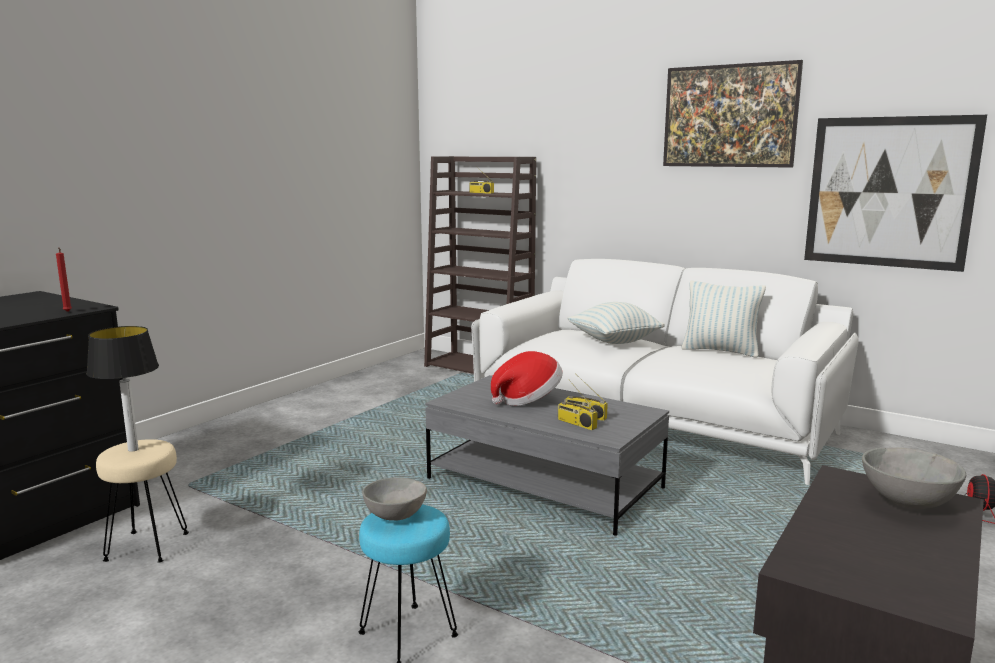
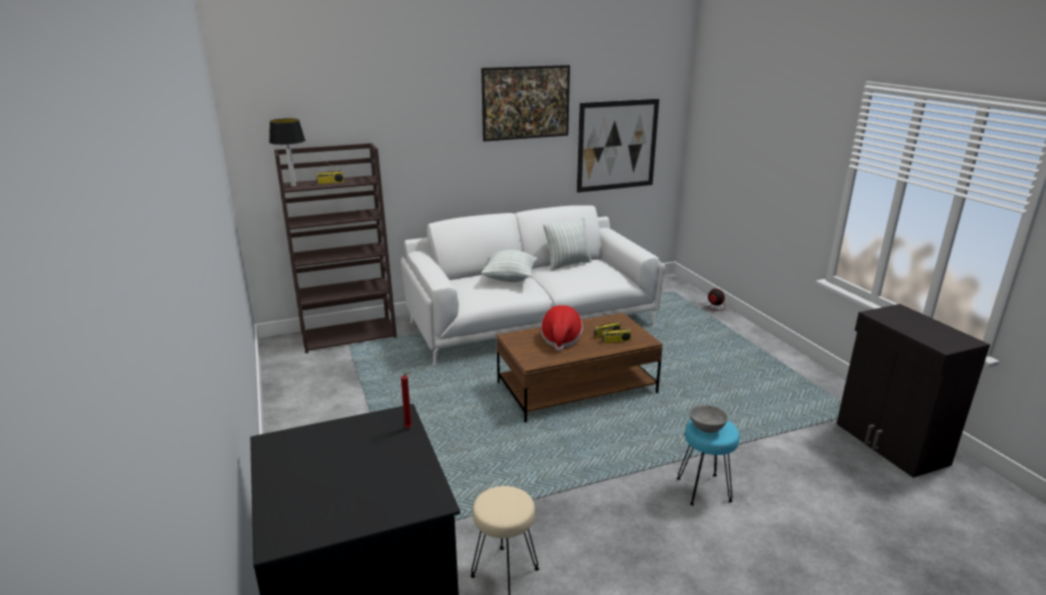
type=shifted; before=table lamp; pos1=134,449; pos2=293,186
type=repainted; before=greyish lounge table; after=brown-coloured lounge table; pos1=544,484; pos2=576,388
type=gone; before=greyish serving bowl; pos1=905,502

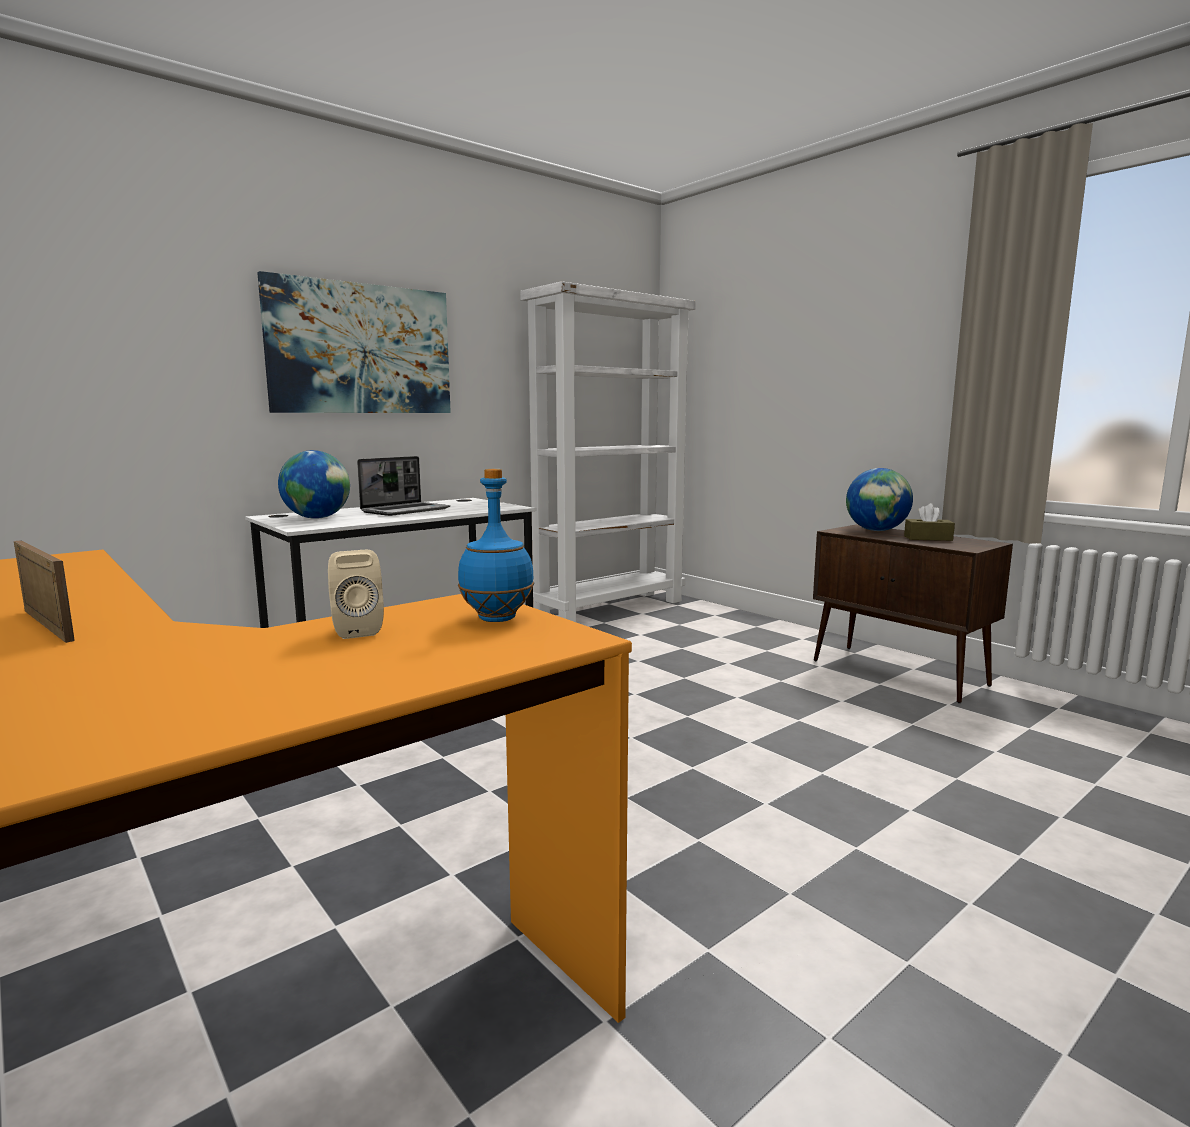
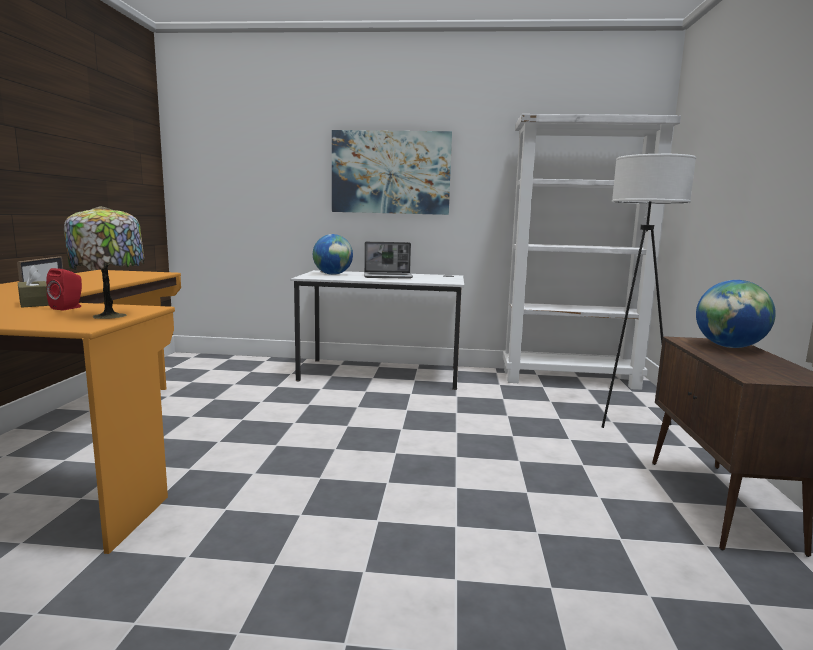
type=shifted; before=brown-coloured box of tissues; pos1=928,538; pos2=34,303
type=repainted; before=beige audio speaker; after=red-coloured audio speaker; pos1=356,630; pos2=69,308
type=swapped; before=bluish bottle; after=table lamp; pos1=498,619; pos2=112,315
type=new; after=white-coloured standard lamp; pos2=625,418

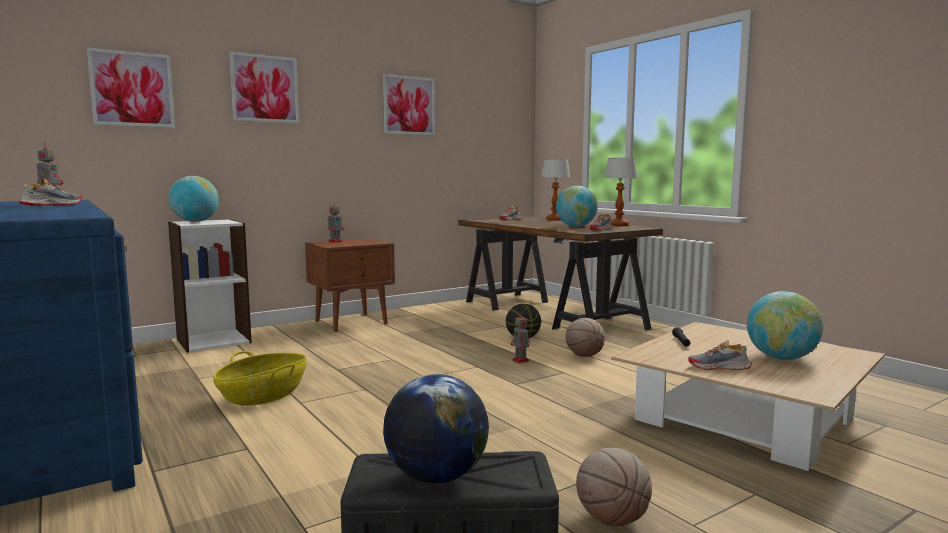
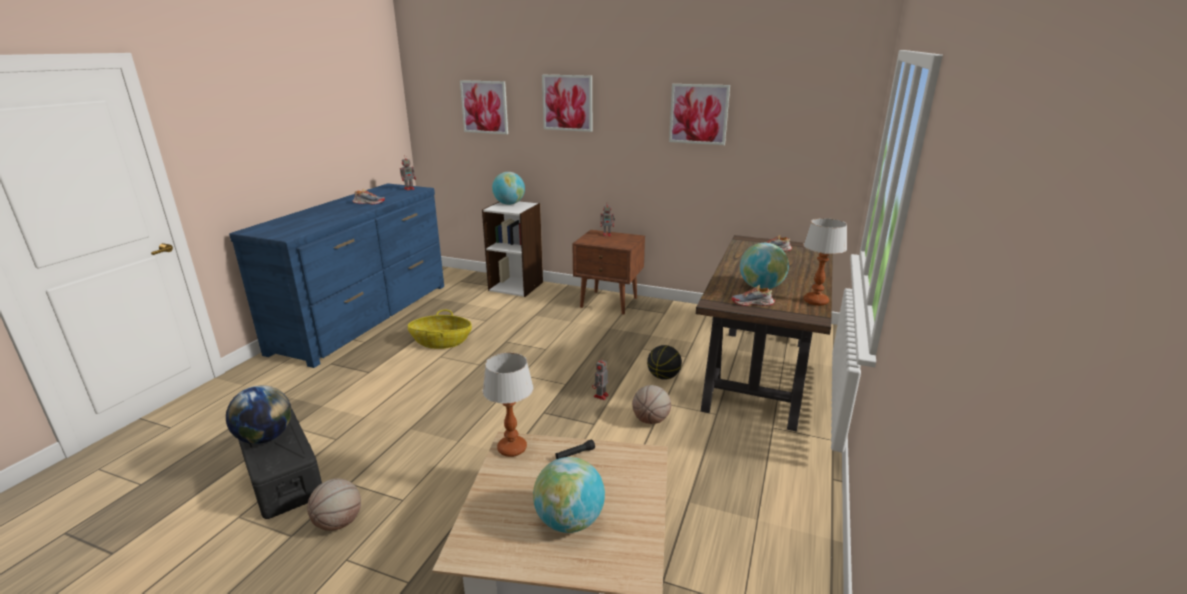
type=shifted; before=table lamp; pos1=554,220; pos2=511,448
type=gone; before=item of footwear; pos1=719,367

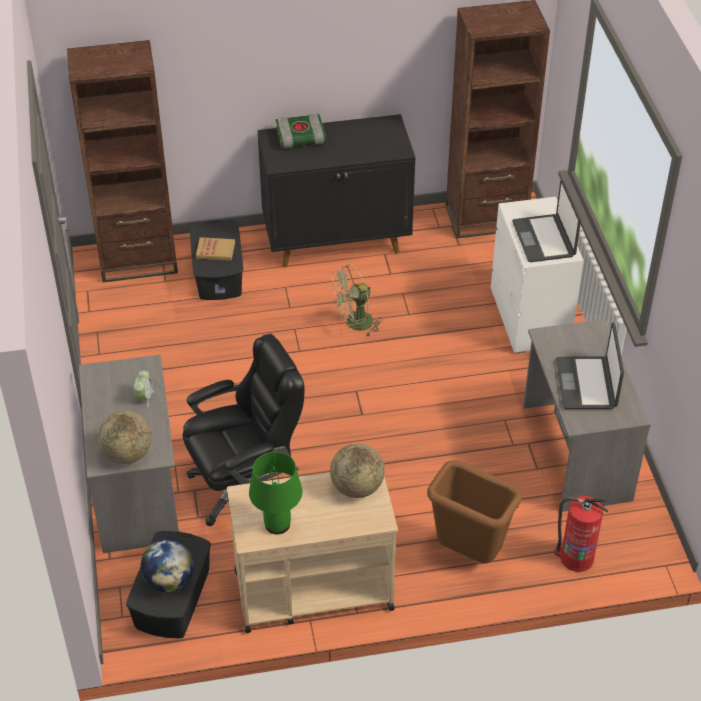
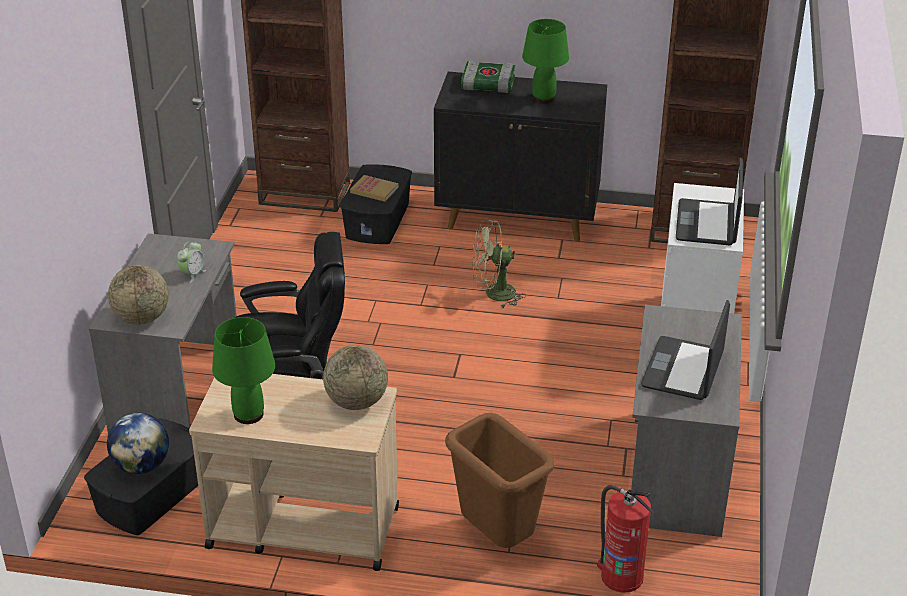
type=new; after=green table lamp; pos2=544,98

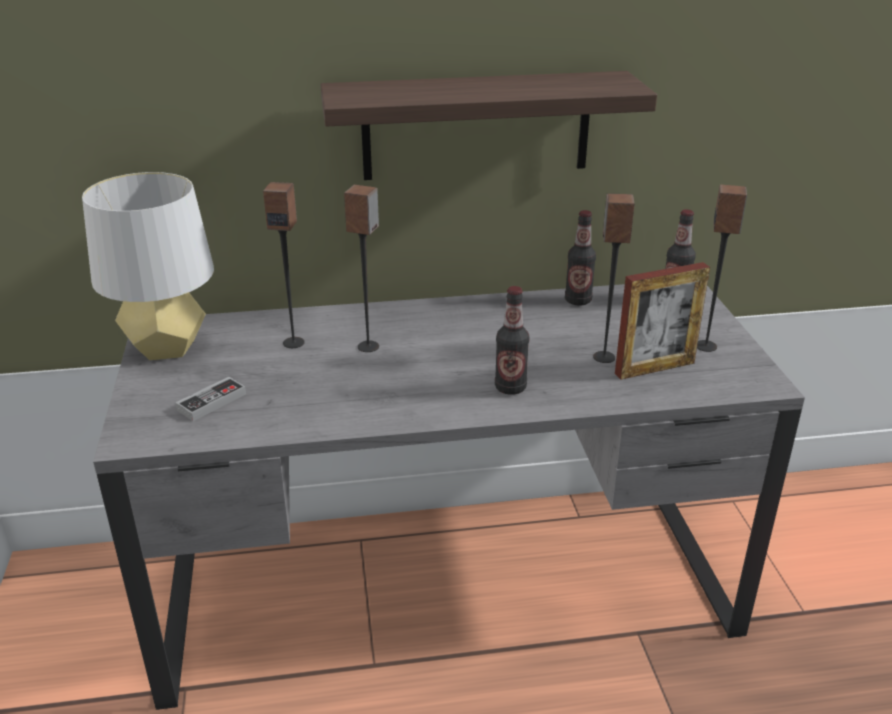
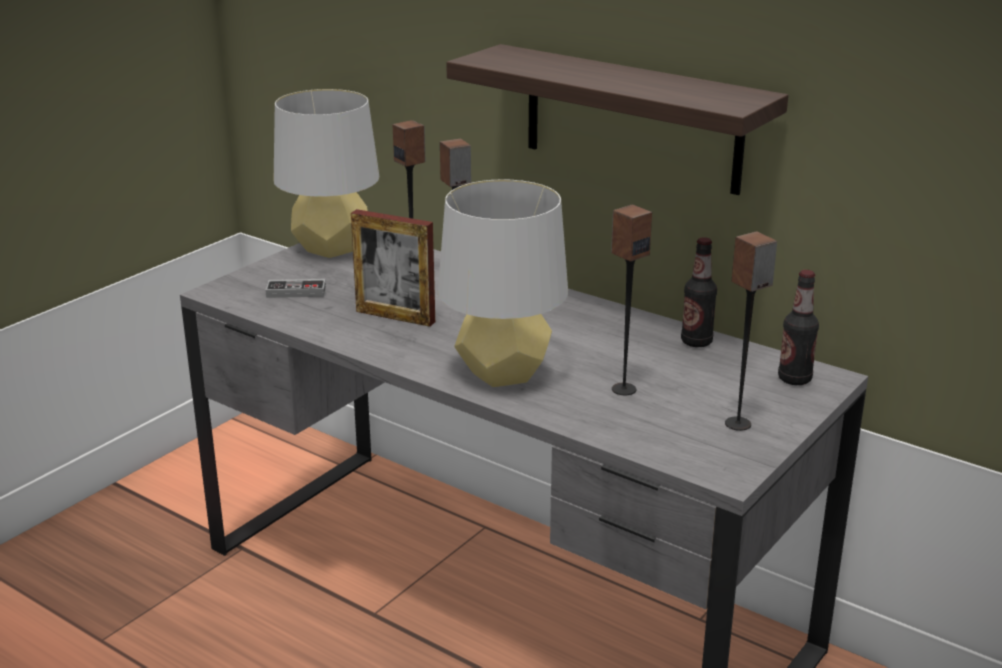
type=shifted; before=standing frame; pos1=654,368; pos2=395,316
type=swapped; before=bottle; after=greyish table lamp; pos1=510,388; pos2=502,374

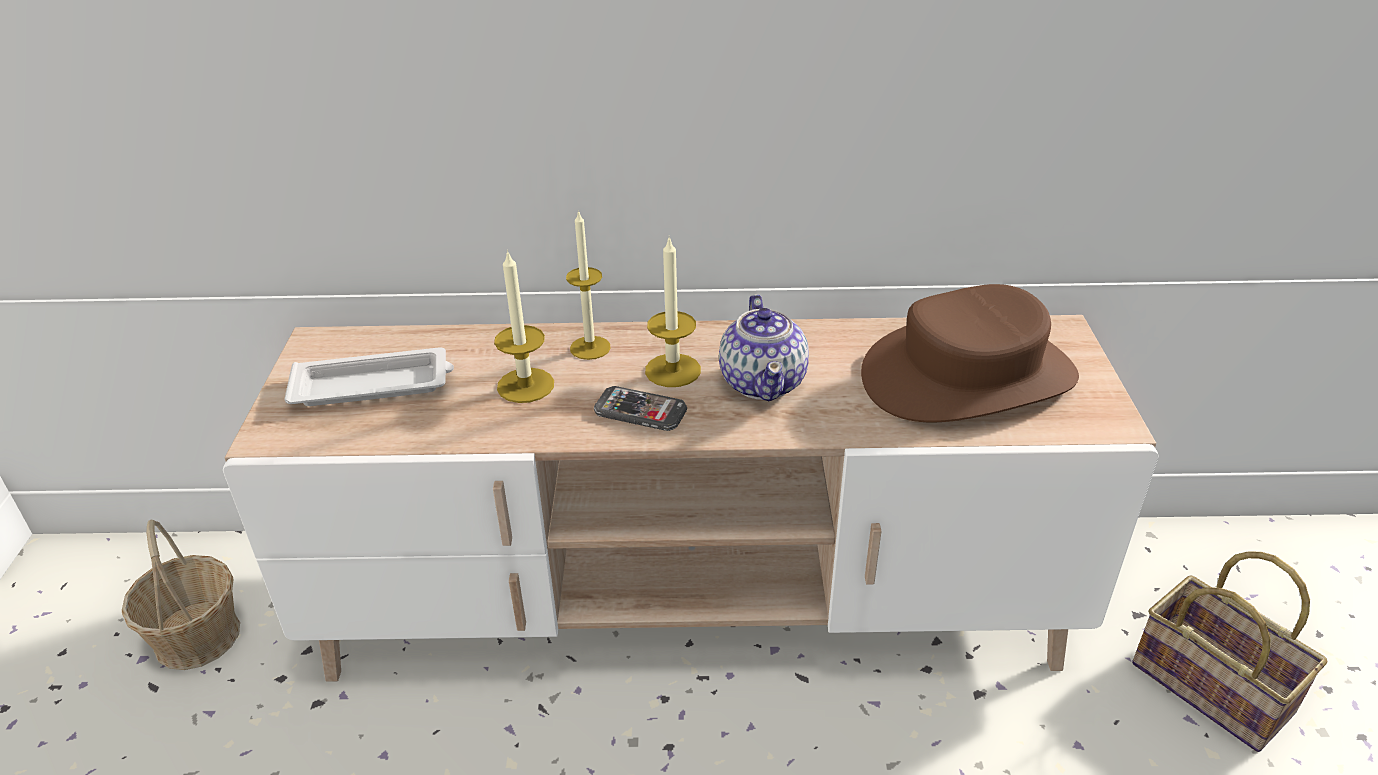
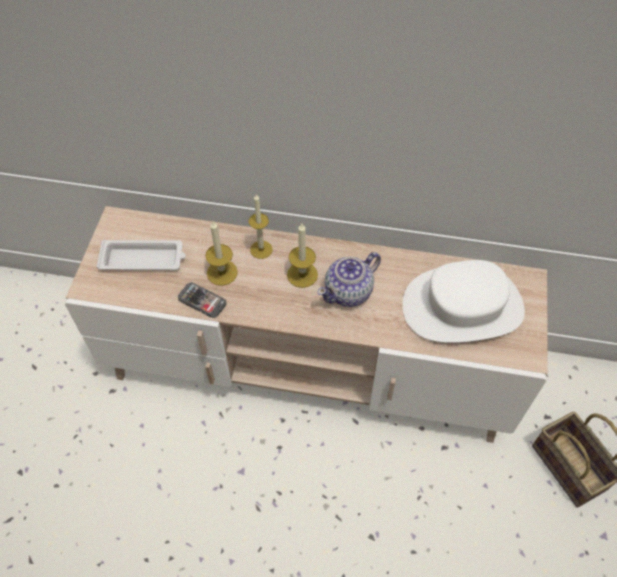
type=shifted; before=phone; pos1=640,411; pos2=202,301
type=rotated; before=tea pot; pos1=763,382; pos2=349,292; turn=45
type=repainted; before=brown-coloured hat; after=white-coloured hat; pos1=968,376; pos2=462,307
type=gone; before=storage basket; pos1=198,636

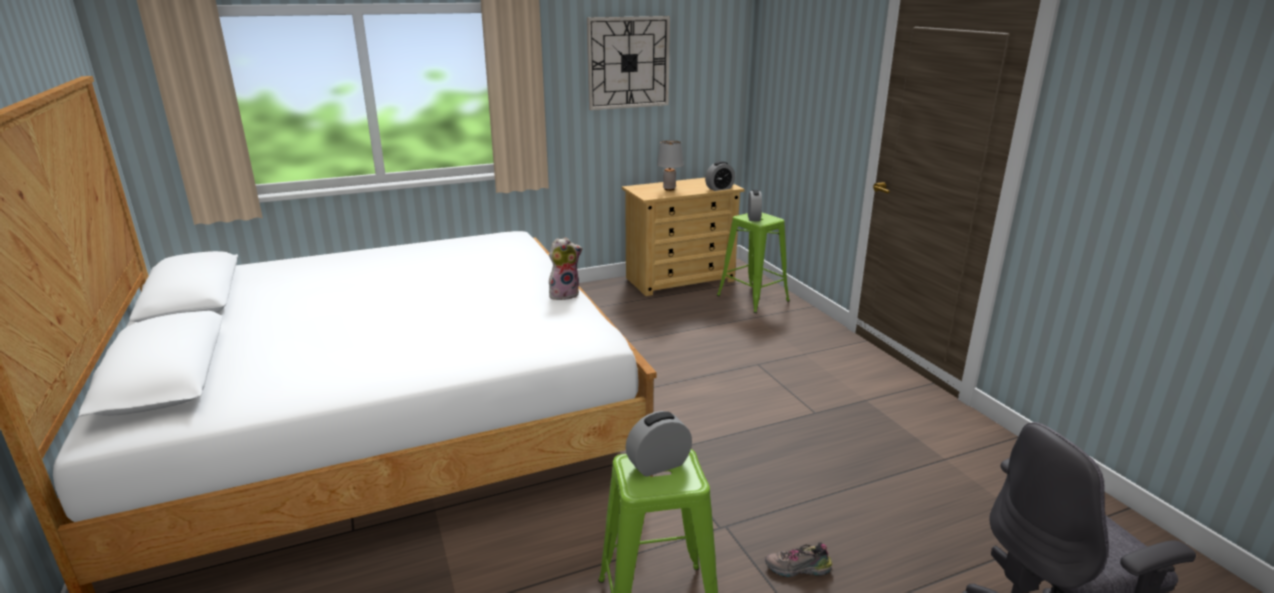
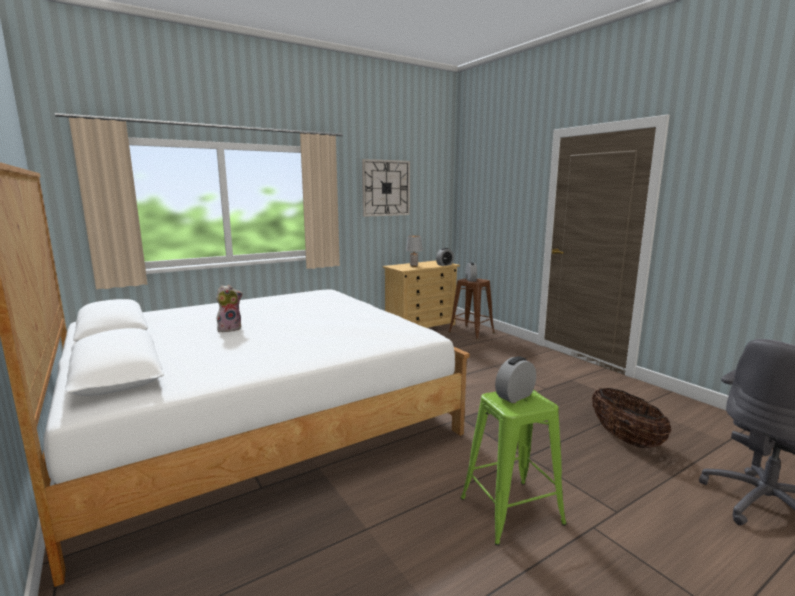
type=shifted; before=cuddly toy; pos1=564,294; pos2=230,329
type=repainted; before=green sitting stool; after=brown-coloured sitting stool; pos1=752,298; pos2=471,332
type=new; after=storage basket; pos2=625,438
type=gone; before=item of footwear; pos1=797,569

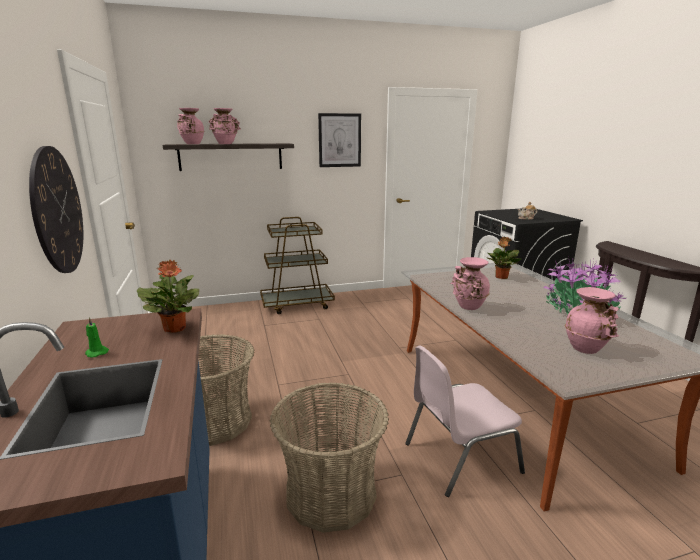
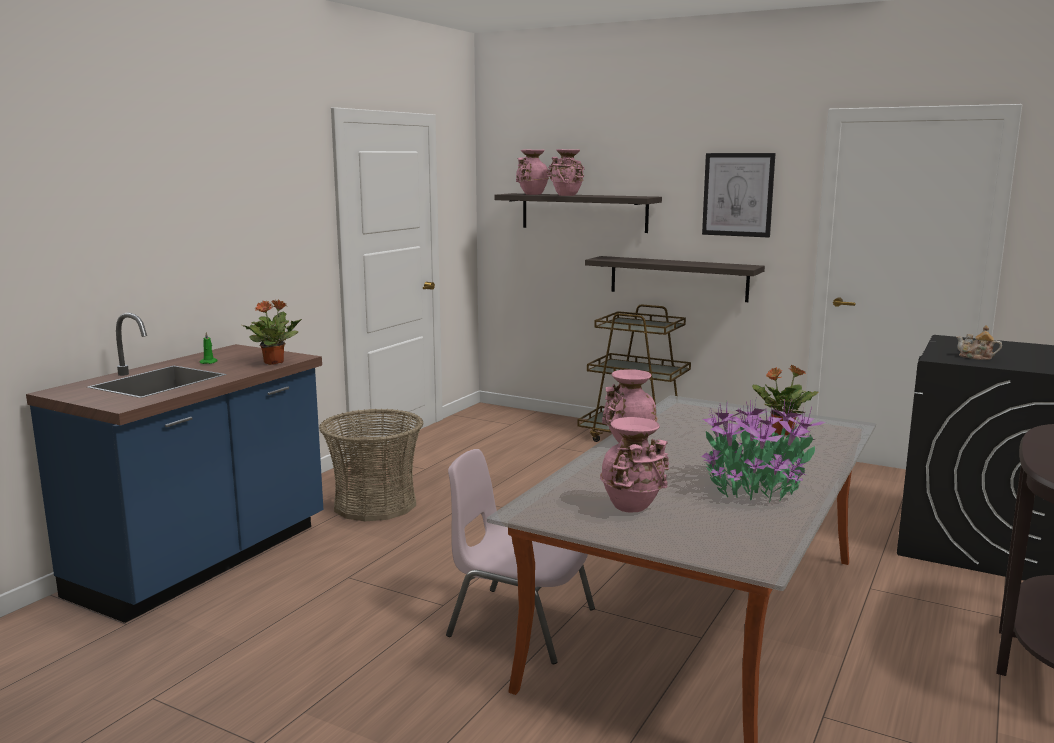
type=new; after=bracket shelf; pos2=678,278
type=gone; before=wall clock; pos1=57,211
type=gone; before=storage basket; pos1=330,493

